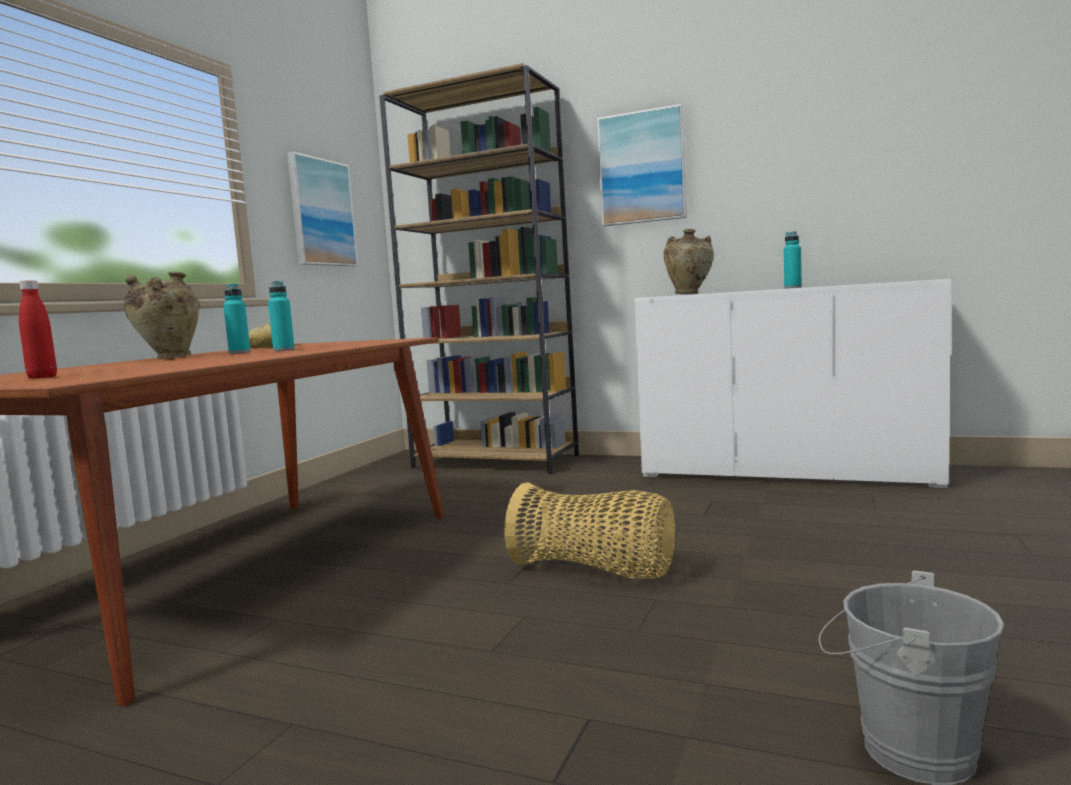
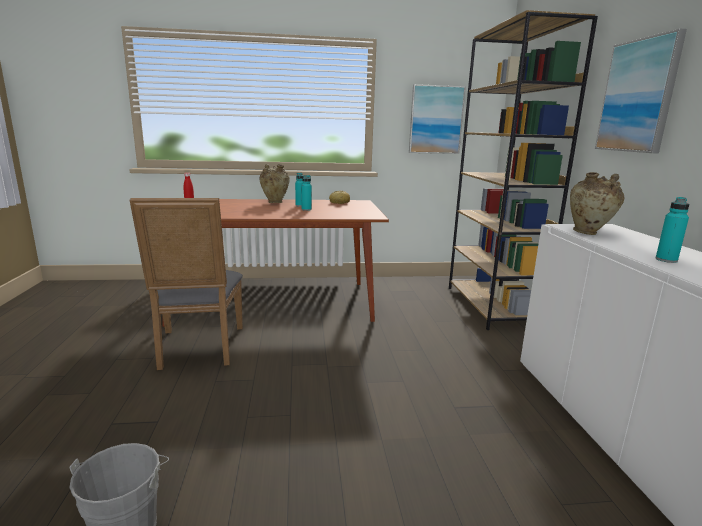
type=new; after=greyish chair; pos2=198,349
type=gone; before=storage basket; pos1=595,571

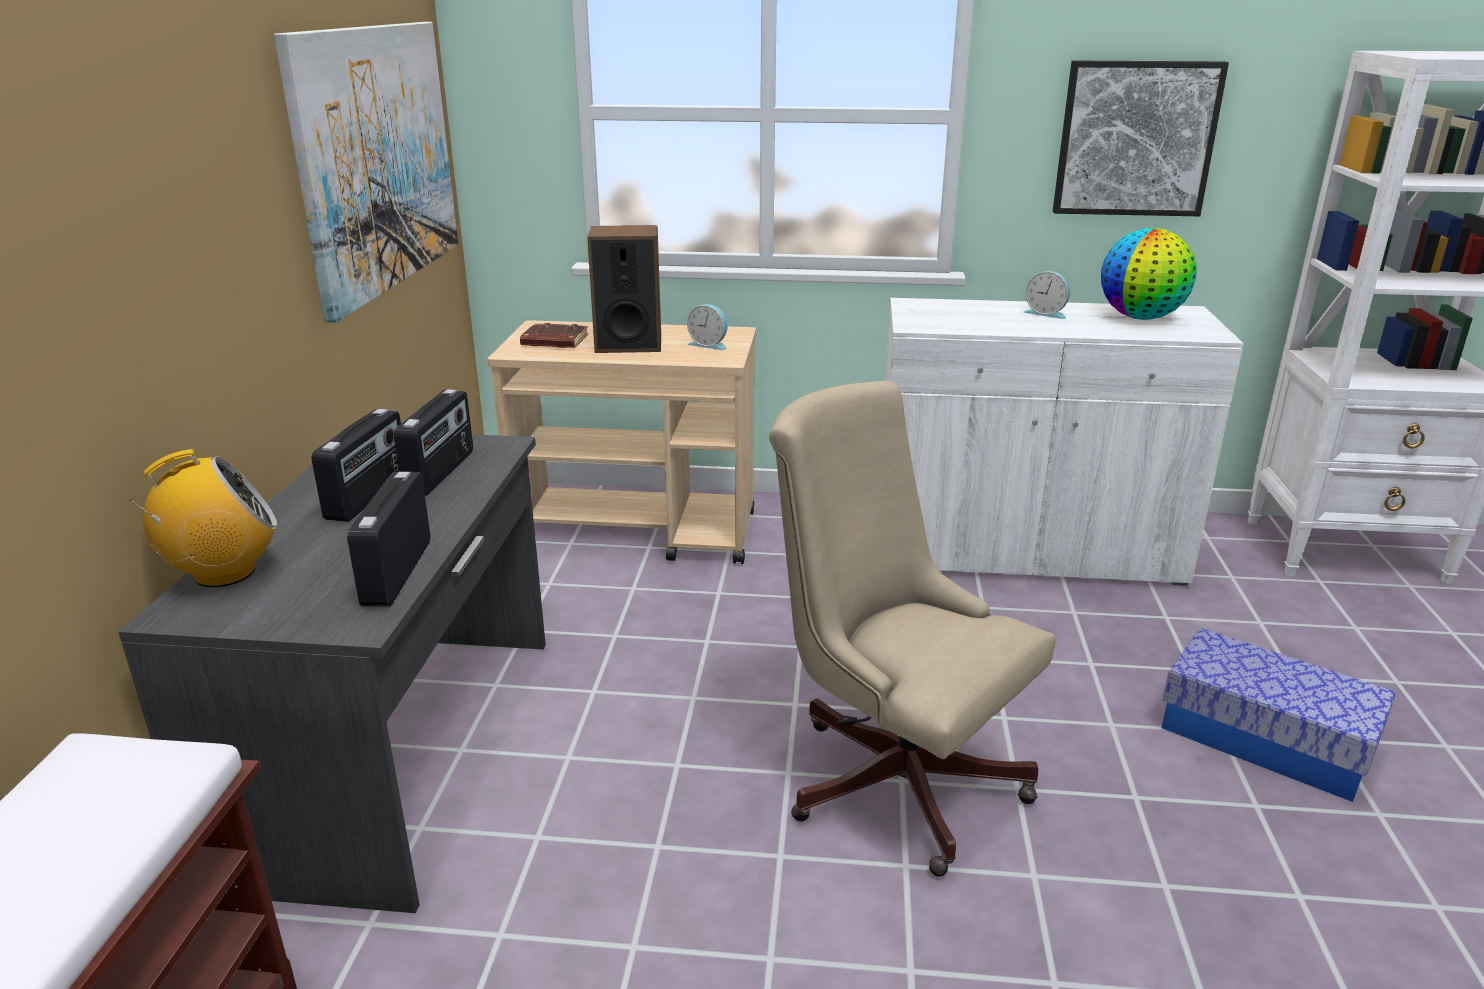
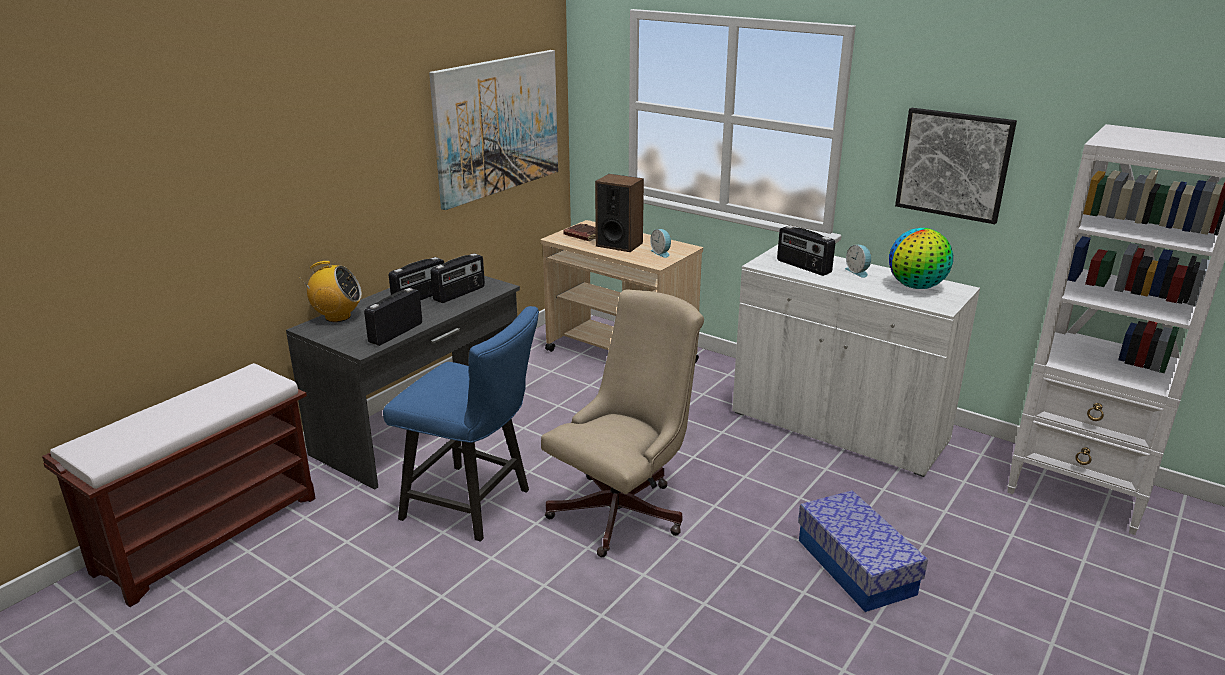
type=new; after=bluish chair; pos2=474,505
type=rotated; before=beige computer chair; pos1=892,774; pos2=624,510; turn=60
type=new; after=radio receiver; pos2=803,267

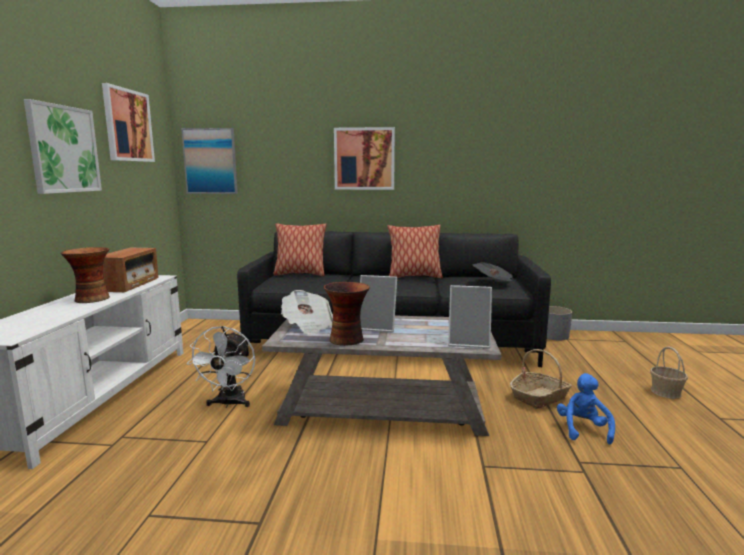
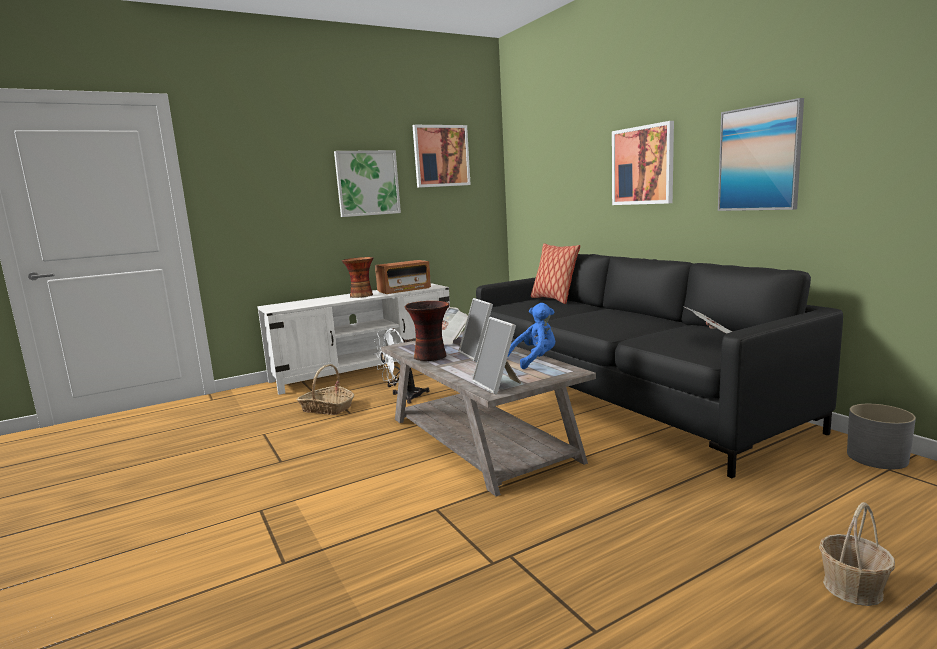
type=shifted; before=storage basket; pos1=539,397; pos2=327,408
type=shifted; before=bluish cuddly toy; pos1=583,429; pos2=534,360
type=shifted; before=wall art; pos1=210,161; pos2=759,158
type=gone; before=pillow; pos1=414,277

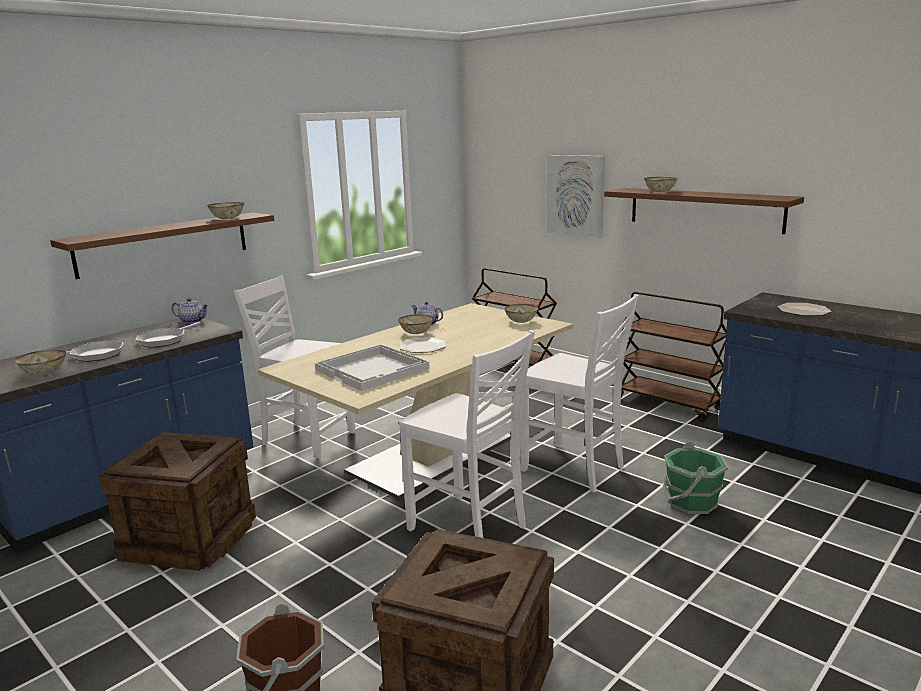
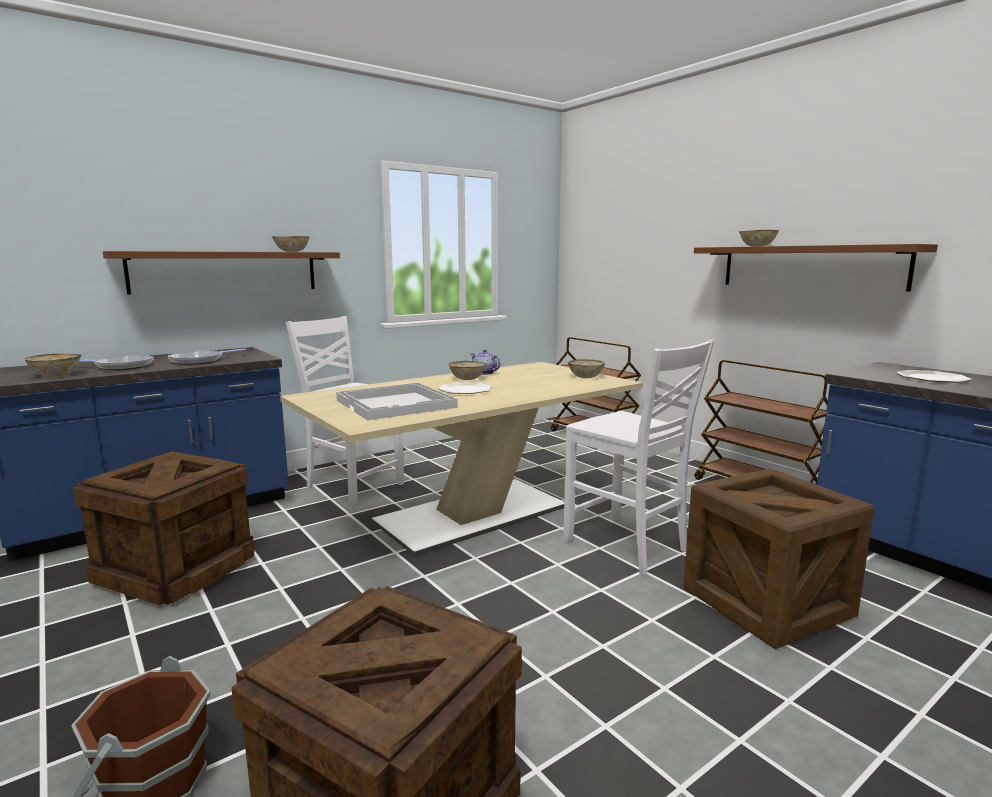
type=swapped; before=green water bucket; after=packing crate; pos1=691,502; pos2=766,602
type=gone; before=tea pot; pos1=192,321
type=gone; before=white-coloured chair; pos1=469,528
type=gone; before=wall art; pos1=575,195

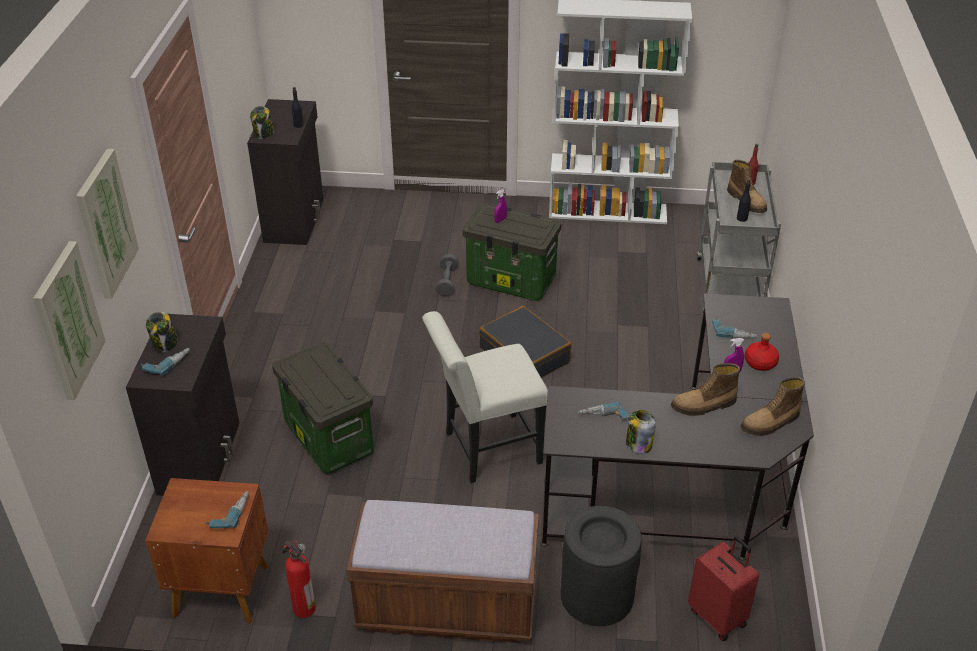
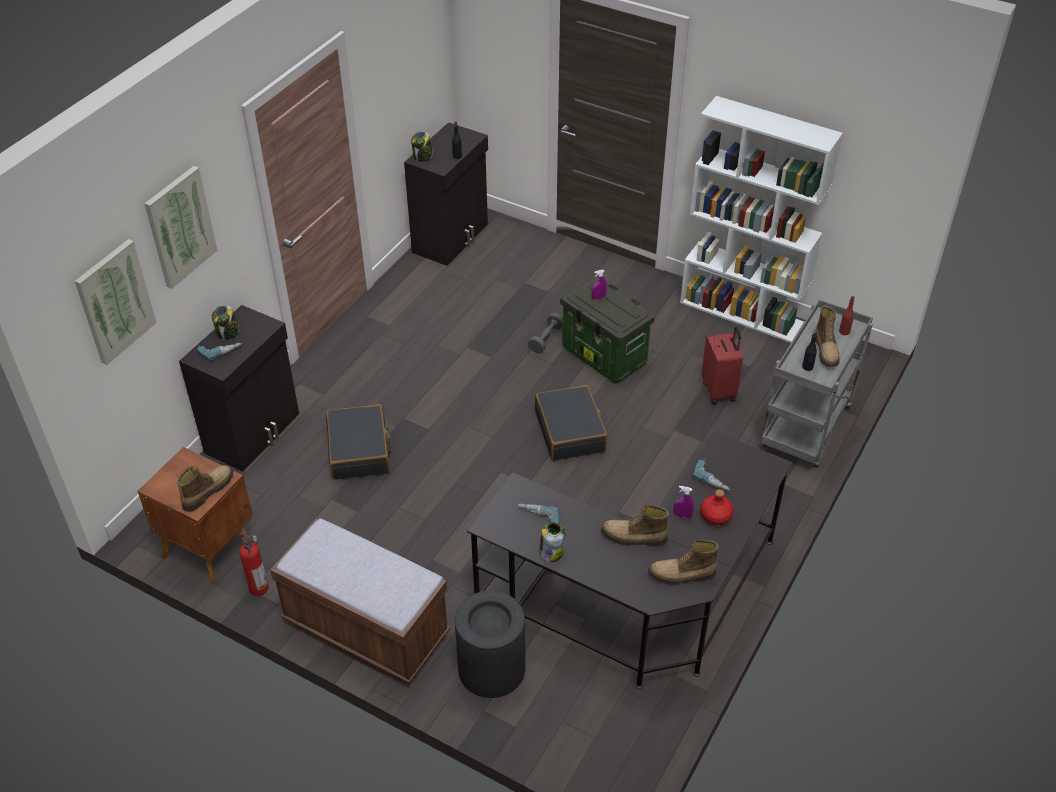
type=swapped; before=power drill; after=boot; pos1=229,513; pos2=207,491
type=swapped; before=storage box; after=black travel case; pos1=327,438; pos2=359,450
type=shifted; before=red-coloured travel case; pos1=718,616; pos2=719,390
type=gone; before=white-coloured chair; pos1=486,450

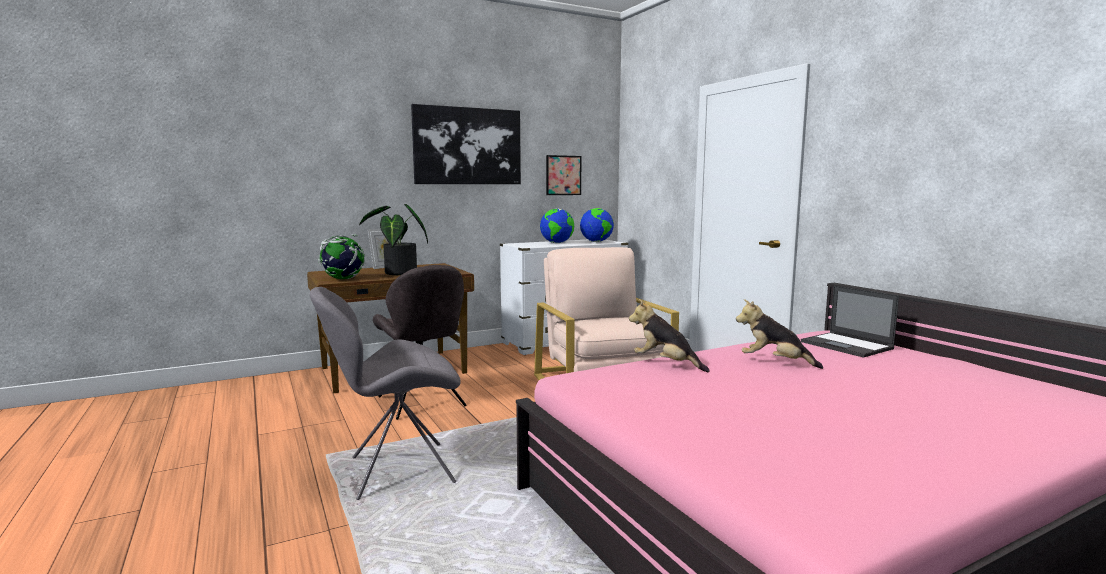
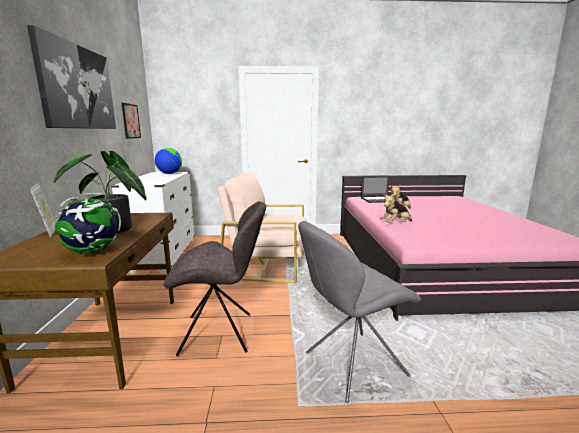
type=rotated; before=greyish chair; pos1=396,471; pos2=351,365; turn=60
type=gone; before=globe; pos1=557,243

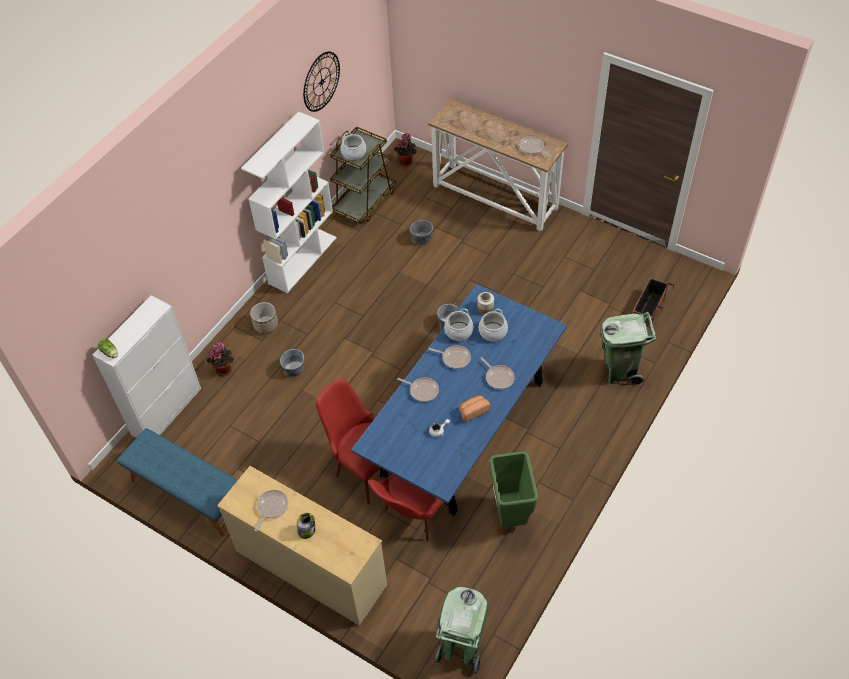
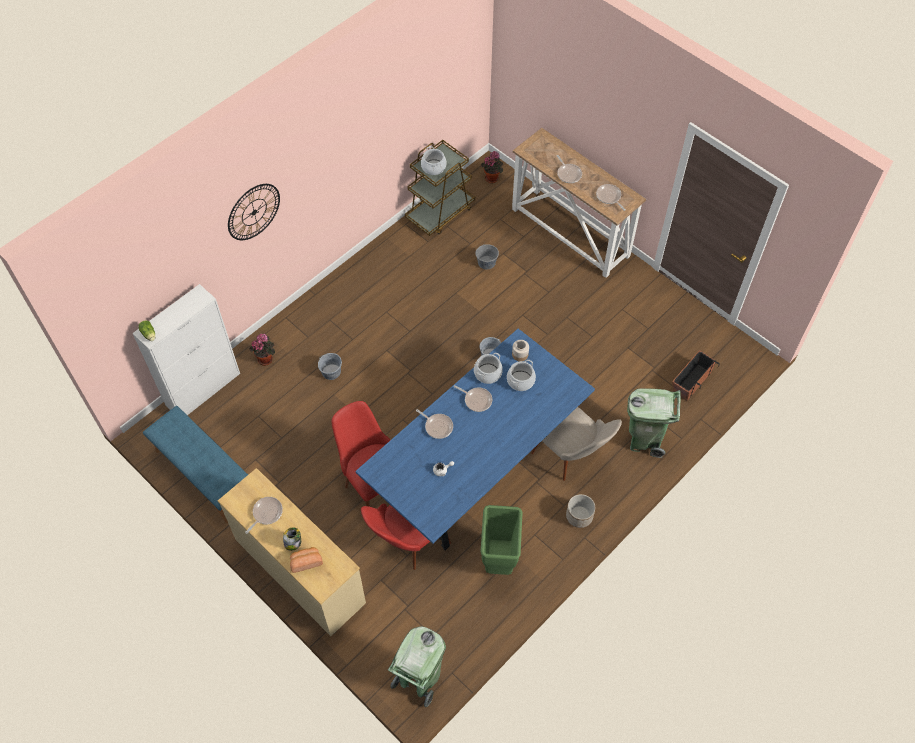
type=shifted; before=wall clock; pos1=321,81; pos2=254,212
type=shifted; before=bread; pos1=473,411; pos2=306,561
type=new; after=beige chair; pos2=573,457
type=shifted; before=frying pan; pos1=498,377; pos2=568,174
type=shifted; before=flower pot; pos1=266,325; pos2=579,516
type=gone; before=white-coloured shelving unit; pos1=302,260

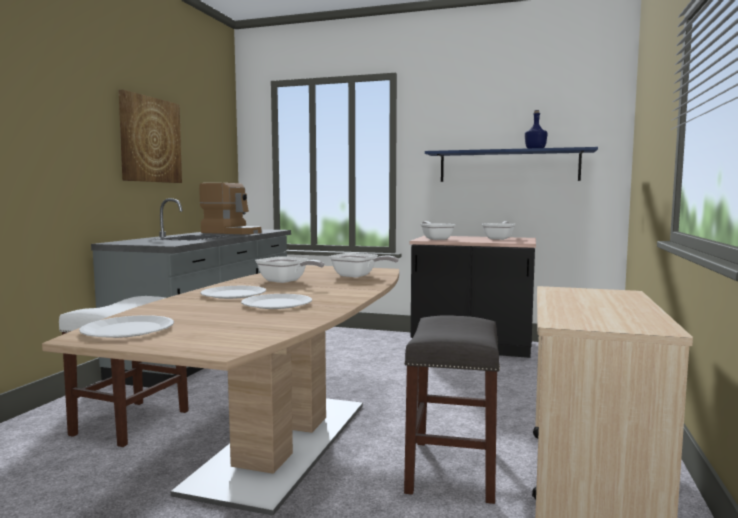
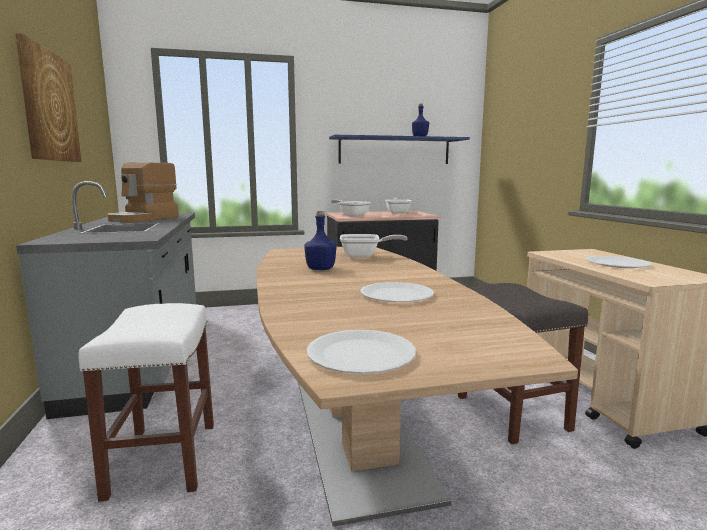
type=rotated; before=coffee maker; pos1=232,232; pos2=144,219; turn=120
type=swapped; before=frying pan; after=bluish bottle; pos1=286,281; pos2=321,269
type=shifted; before=white-coloured dinner plate; pos1=233,294; pos2=617,264

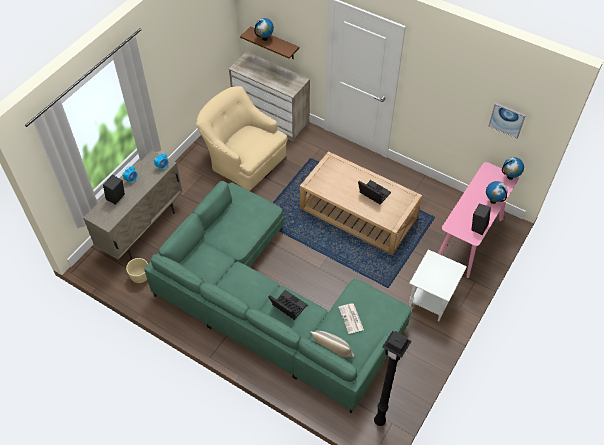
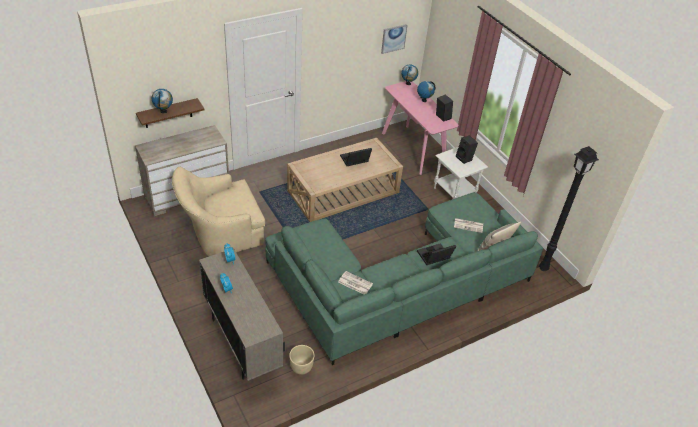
type=new; after=printed paper; pos2=354,283
type=shifted; before=black audio speaker; pos1=116,198; pos2=465,158

